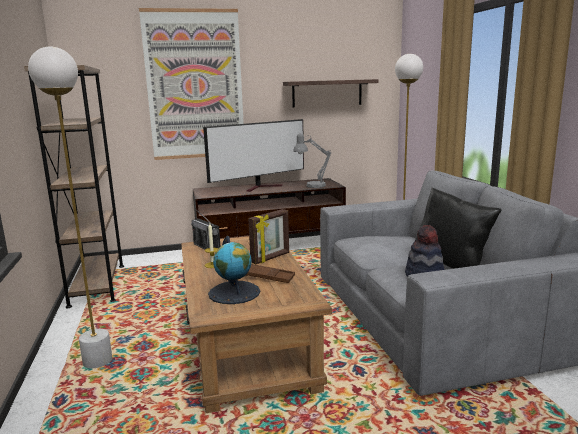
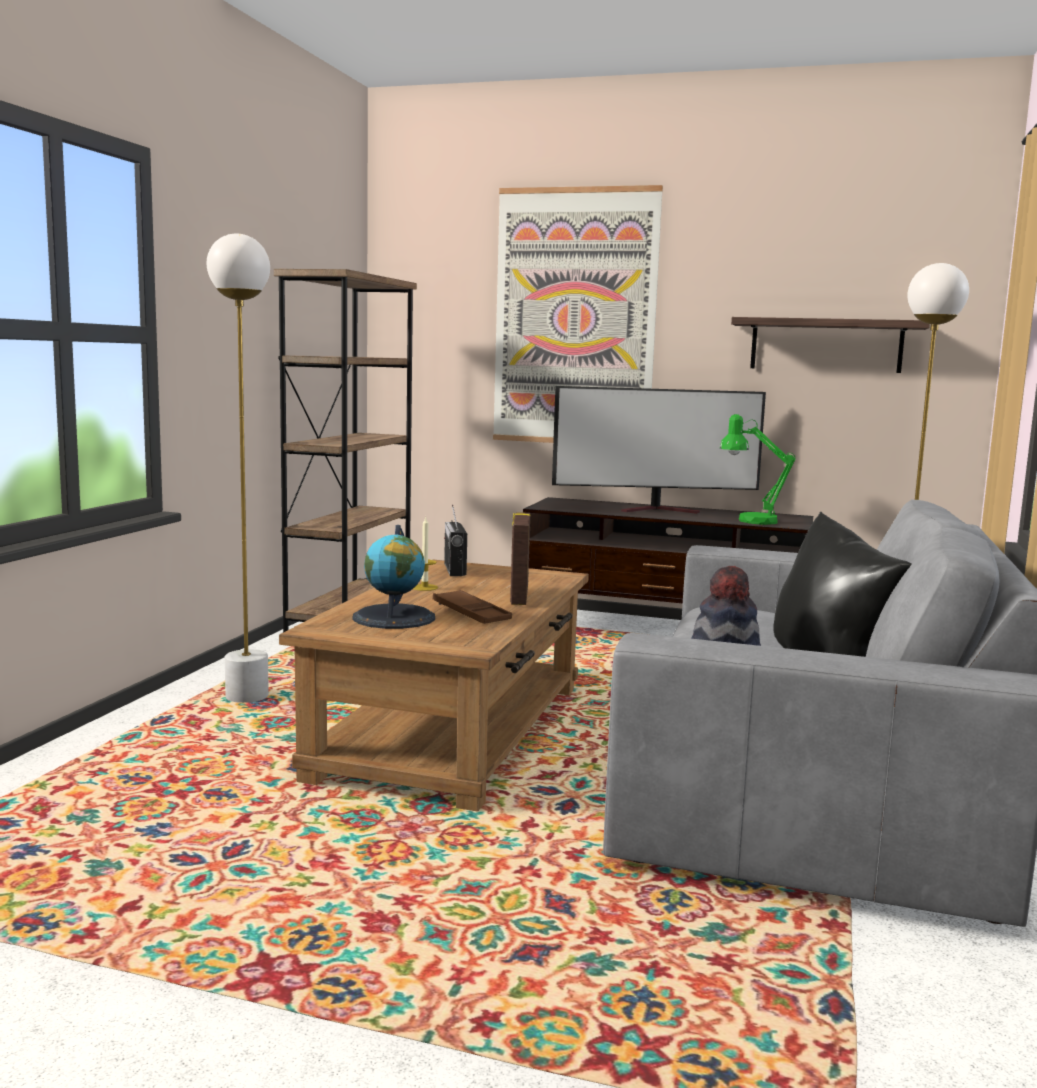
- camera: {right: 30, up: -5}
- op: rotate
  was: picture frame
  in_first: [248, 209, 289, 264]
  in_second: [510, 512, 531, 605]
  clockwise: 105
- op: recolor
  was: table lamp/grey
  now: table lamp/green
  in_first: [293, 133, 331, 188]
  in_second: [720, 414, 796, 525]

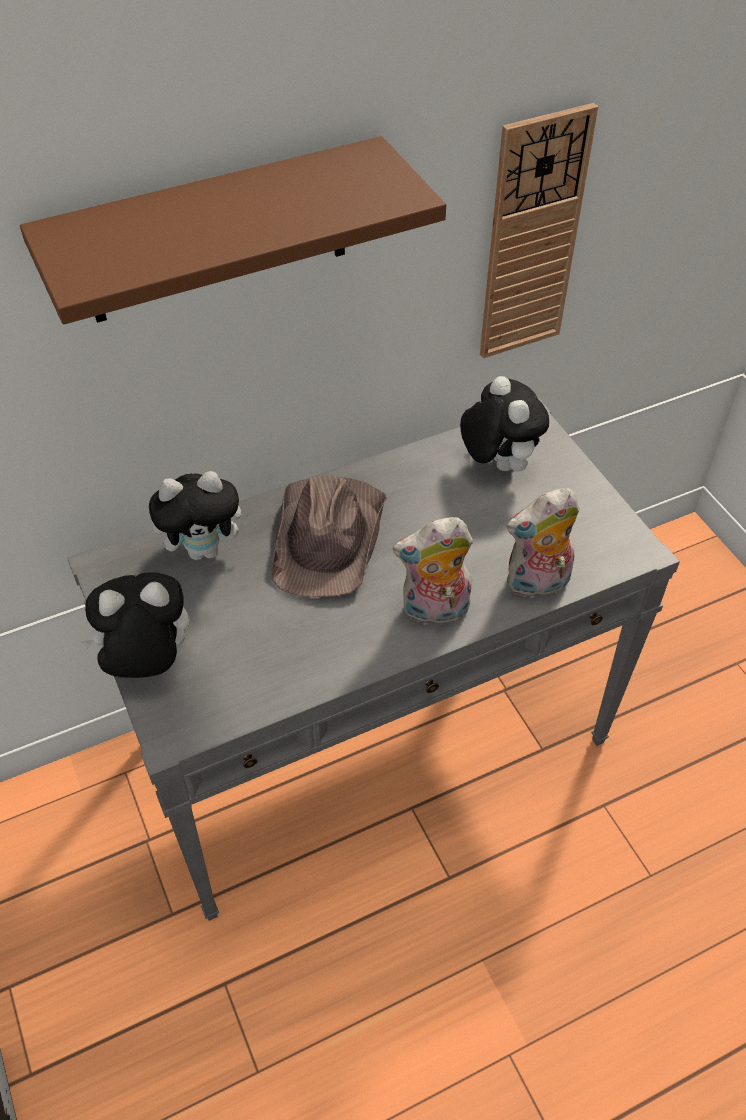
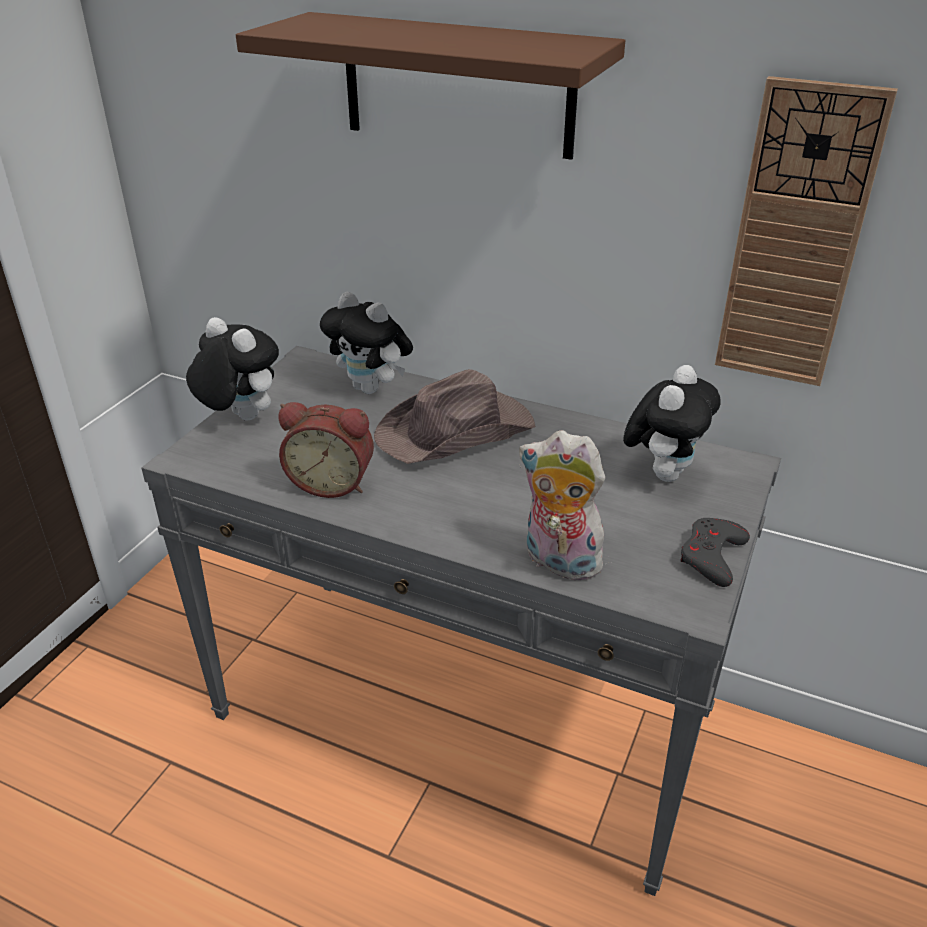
- camera: {right: 50, up: -15}
- op: insert
  now: alarm clock
  in_second: [279, 402, 374, 498]
- op: insert
  now: game controller/grey
  in_second: [680, 518, 750, 587]
- op: delete
  was: plush toy
  in_first: [393, 517, 473, 628]

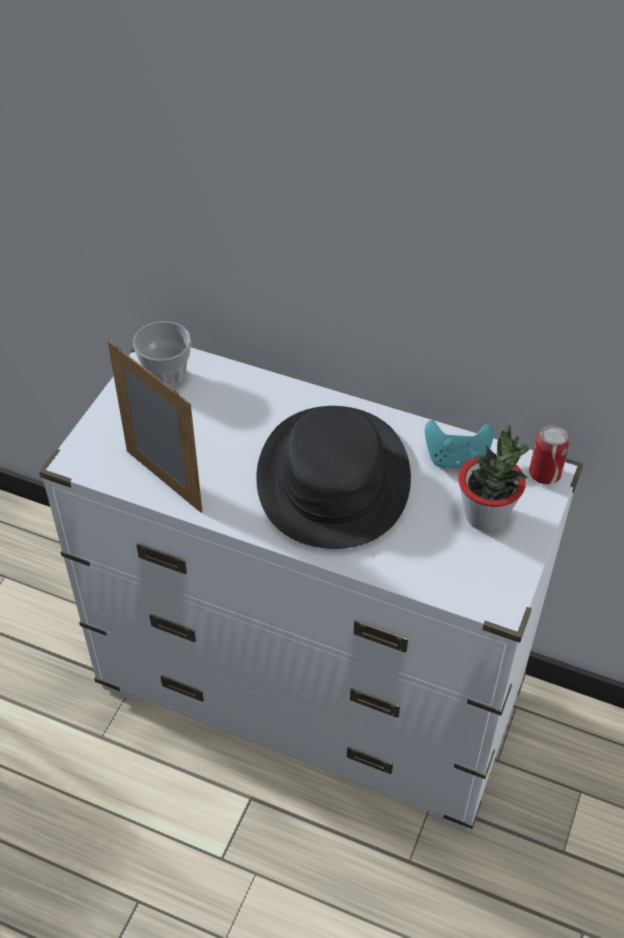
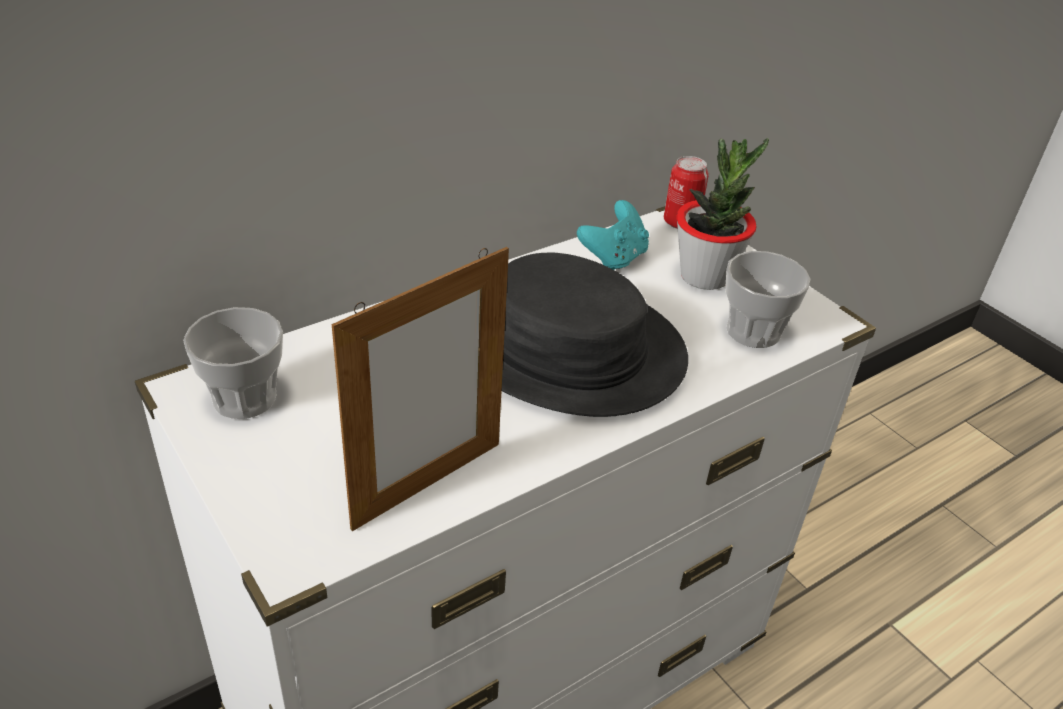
- camera: {right: -60, up: -10}
- op: rotate
  was: picture frame
  in_first: [108, 341, 202, 513]
  in_second: [332, 247, 509, 531]
  clockwise: 150
- op: insert
  now: cup
  in_second: [725, 251, 810, 348]

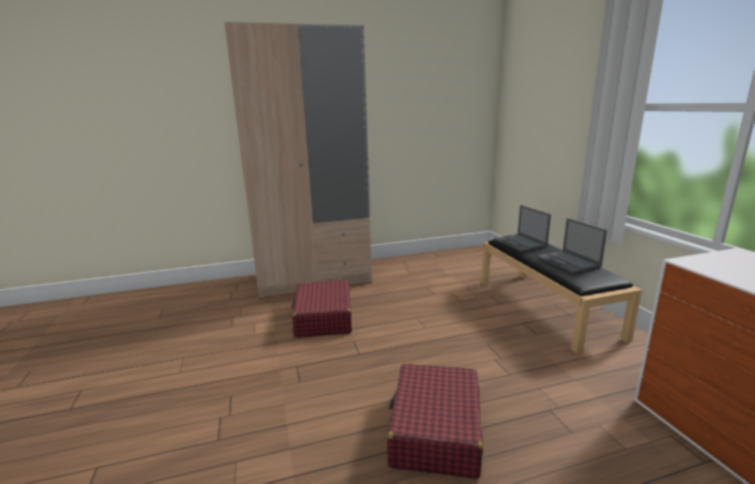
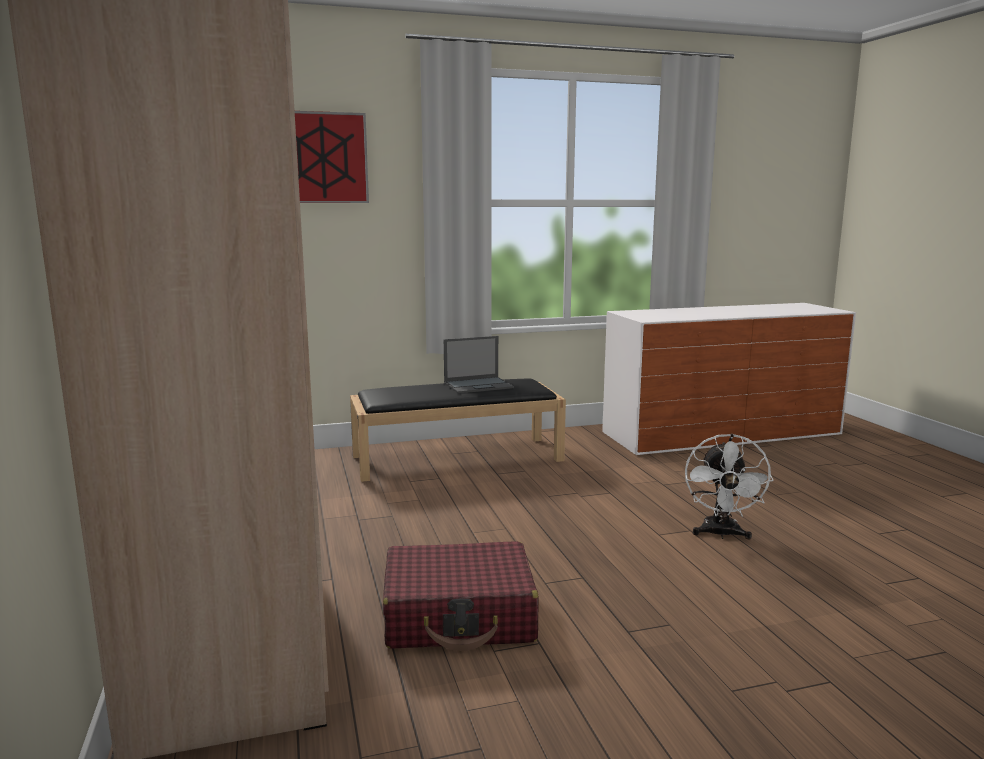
- camera: {right: -90, up: -5}
- op: insert
  now: picture
  in_second: [295, 111, 369, 203]
- op: replace
  was: suitcase/red
  now: fan/white
  in_first: [387, 364, 483, 479]
  in_second: [685, 434, 773, 540]
- op: delete
  was: laptop
  in_first: [494, 205, 551, 252]

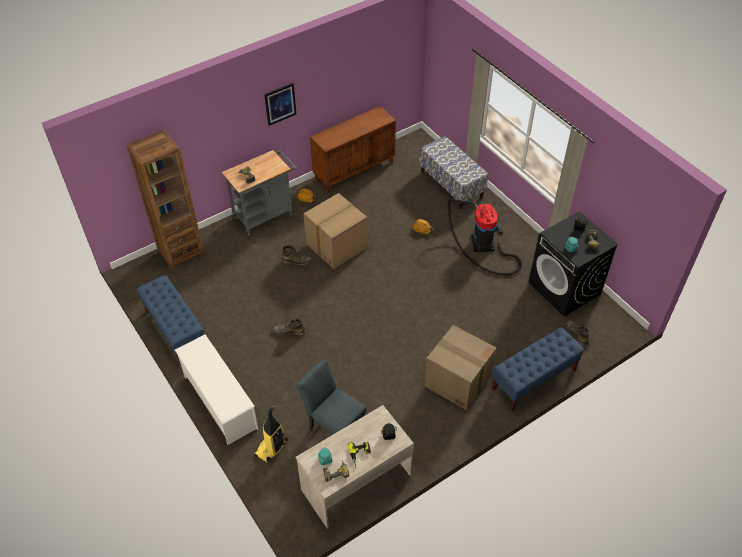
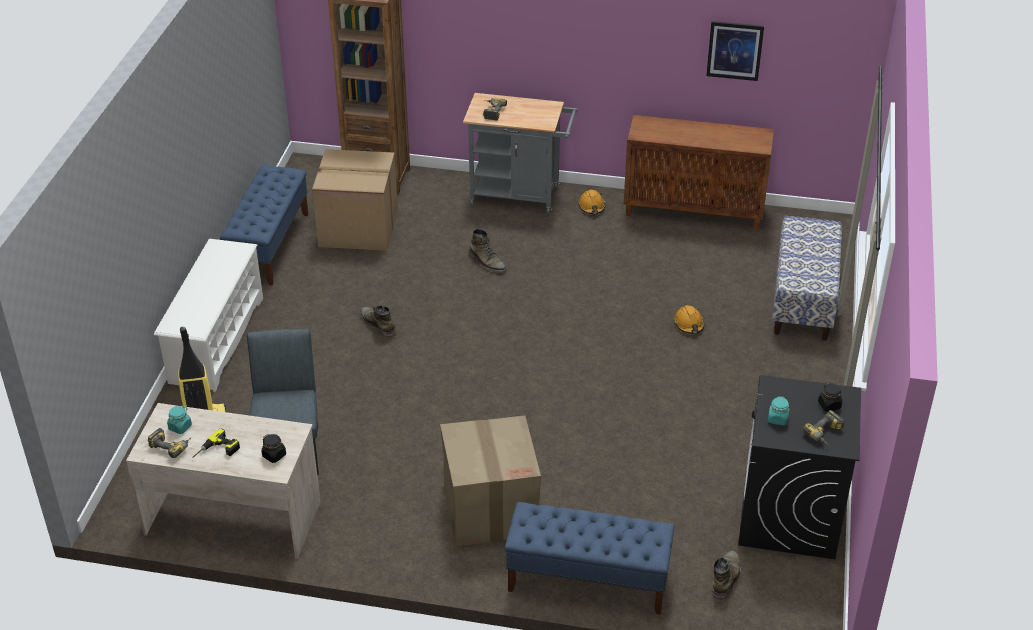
- camera: {right: 45, up: -10}
- op: move
  was: cardboard box
  in_first: [303, 193, 368, 269]
  in_second: [312, 149, 398, 251]
- op: move
  was: picture
  in_first: [264, 83, 296, 126]
  in_second: [706, 21, 764, 81]
- op: delete
  was: vacuum cleaner
  in_first: [448, 198, 522, 276]

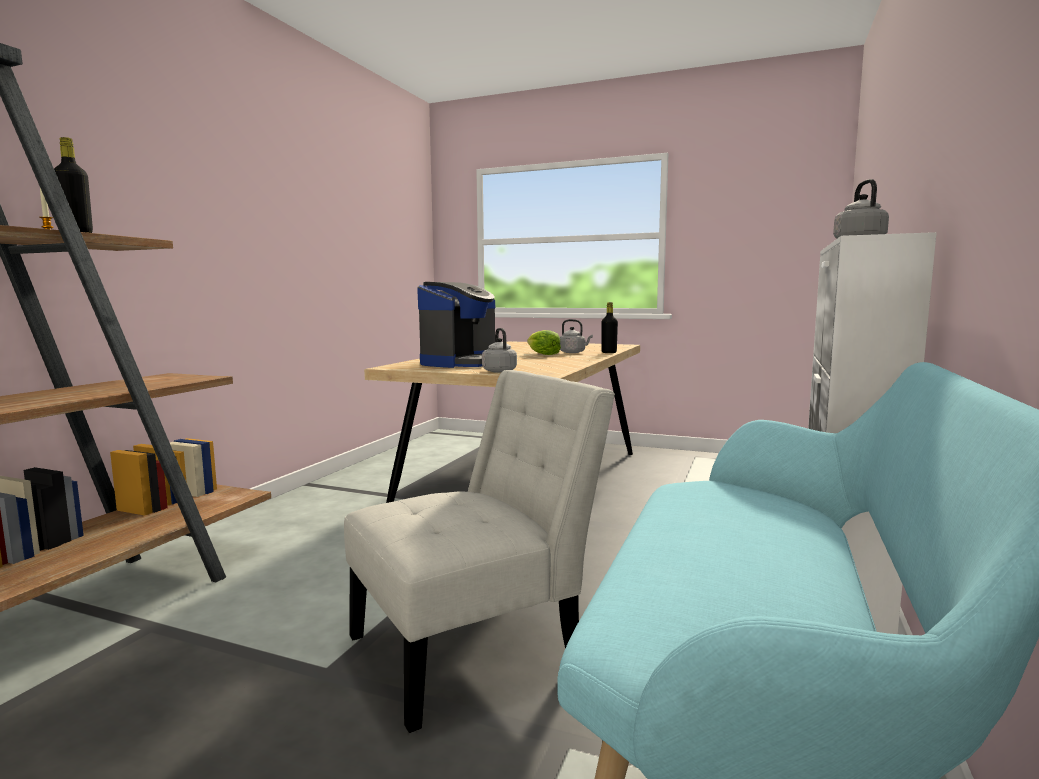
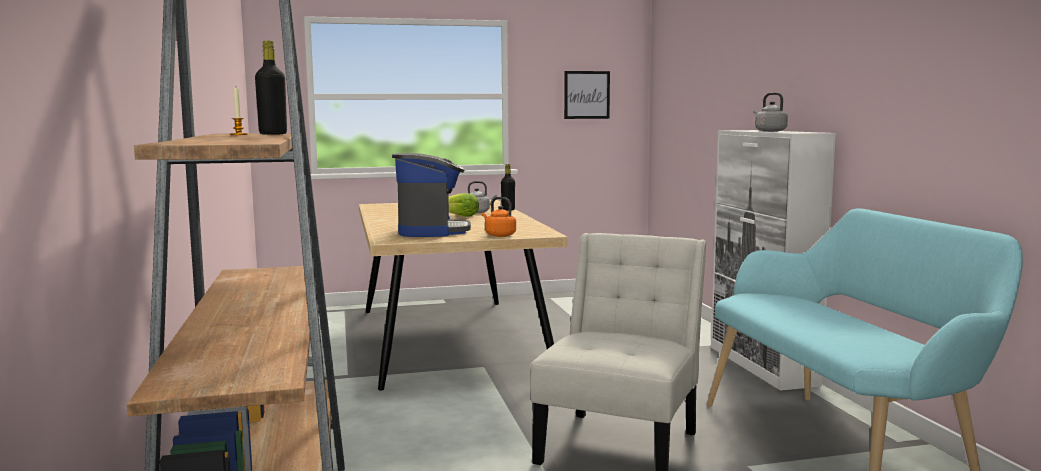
- camera: {right: -35, up: 0}
- op: recolor
  was: kettle/grey
  now: kettle/orange
  in_first: [482, 328, 517, 373]
  in_second: [482, 197, 516, 237]
- op: insert
  now: picture
  in_second: [564, 71, 610, 119]

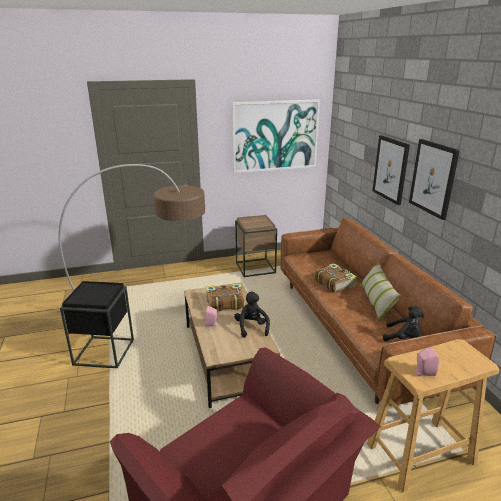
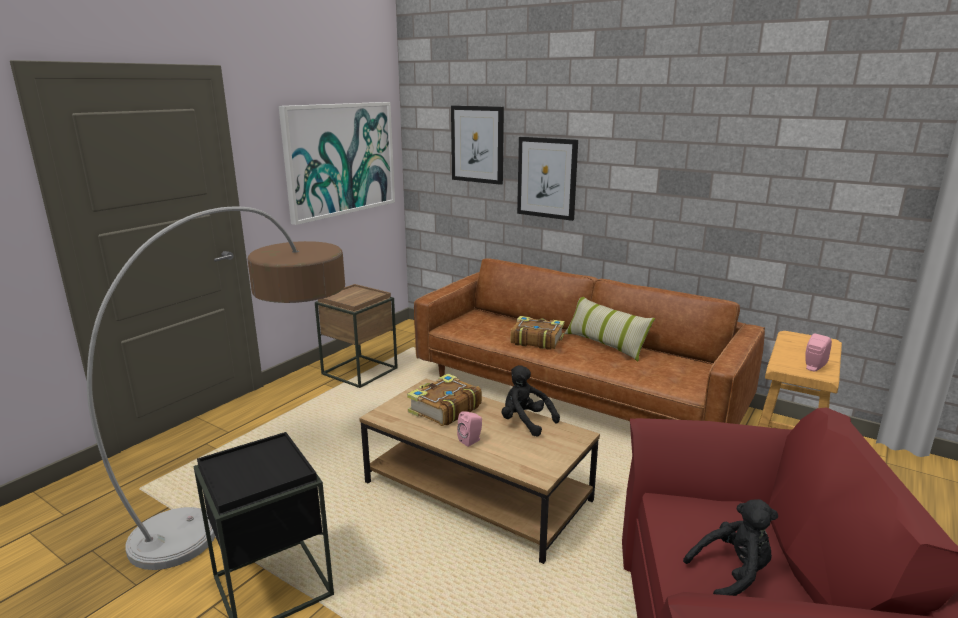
- camera: {right: -40, up: -5}
- op: move
  was: picture
  in_first: [409, 139, 460, 220]
  in_second: [451, 106, 504, 185]
- op: move
  was: plush toy/black
  in_first: [383, 306, 425, 341]
  in_second: [683, 499, 778, 596]

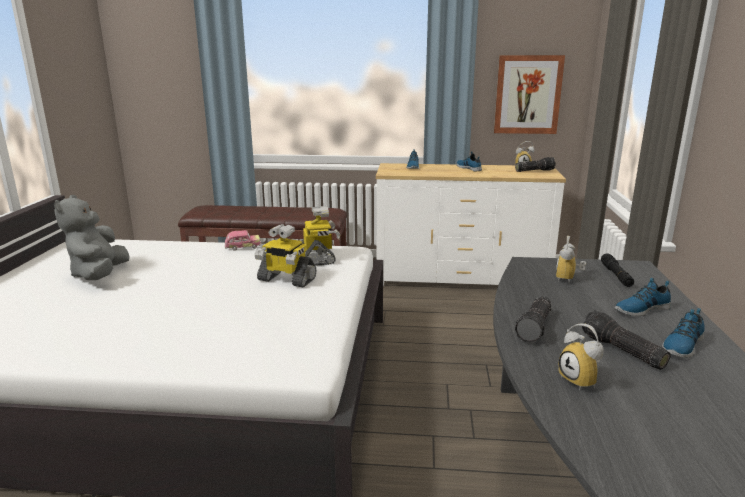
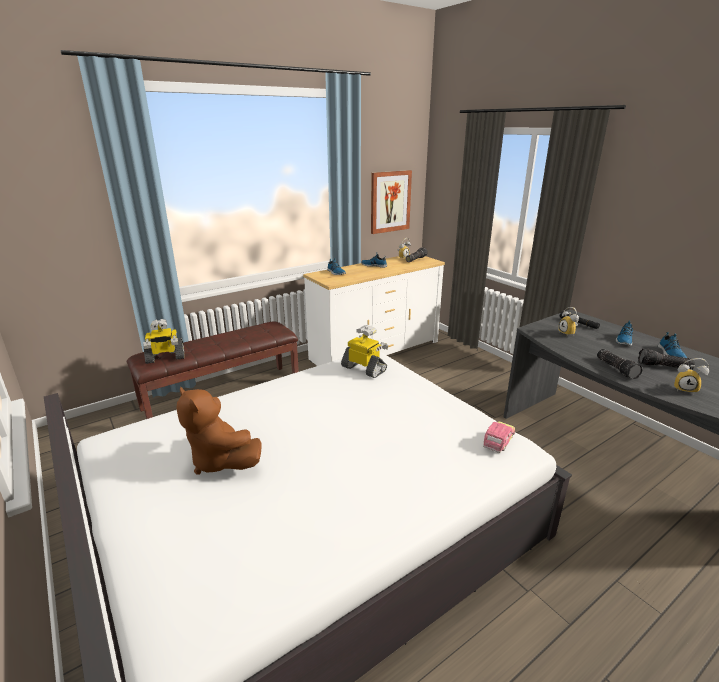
- camera: {right: -40, up: 5}
- op: move
  was: toy robot
  in_first: [254, 224, 317, 287]
  in_second: [143, 319, 185, 364]
- op: recolor
  was: plush toy/grey
  now: plush toy/brown
  in_first: [54, 195, 130, 280]
  in_second: [176, 387, 262, 475]
- op: move
  was: toy car
  in_first: [225, 230, 261, 250]
  in_second: [483, 421, 515, 453]

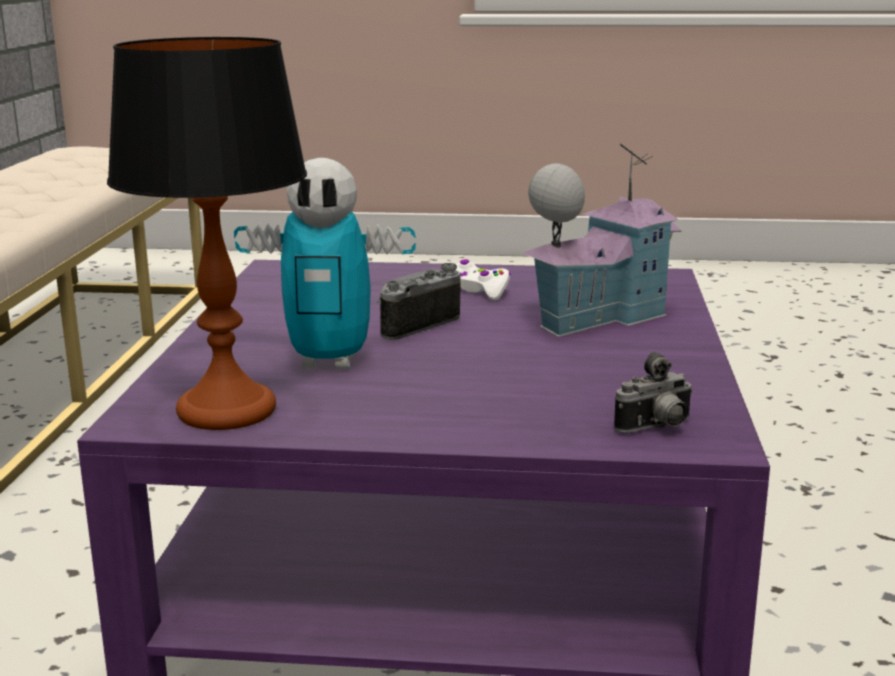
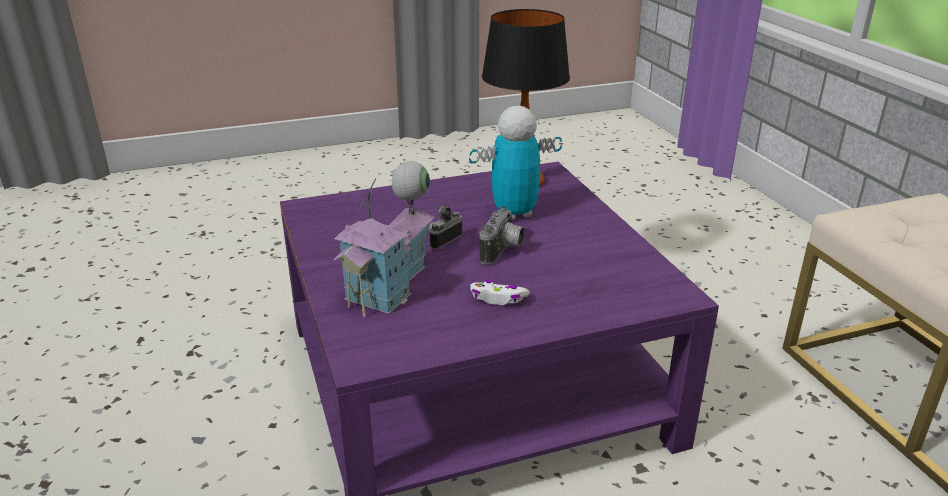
- camera: {right: 155, up: 10}
- op: move
  was: photo camera
  in_first: [614, 352, 693, 433]
  in_second: [428, 206, 462, 249]

